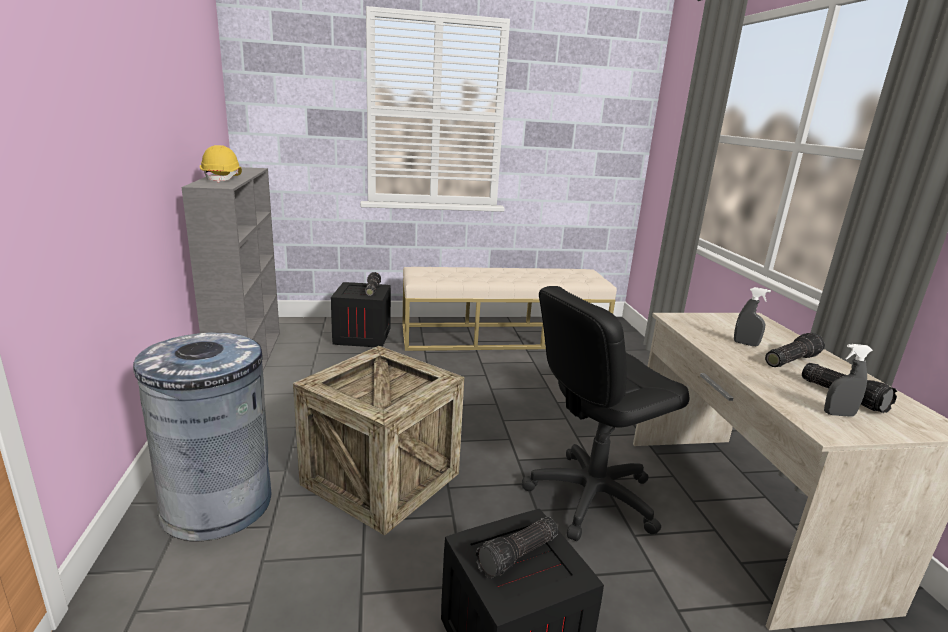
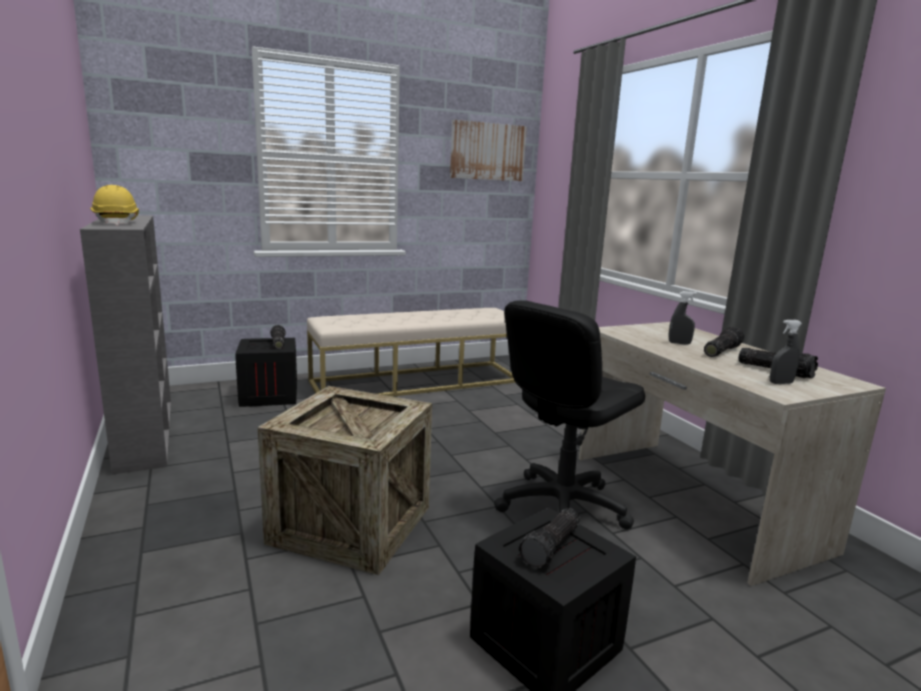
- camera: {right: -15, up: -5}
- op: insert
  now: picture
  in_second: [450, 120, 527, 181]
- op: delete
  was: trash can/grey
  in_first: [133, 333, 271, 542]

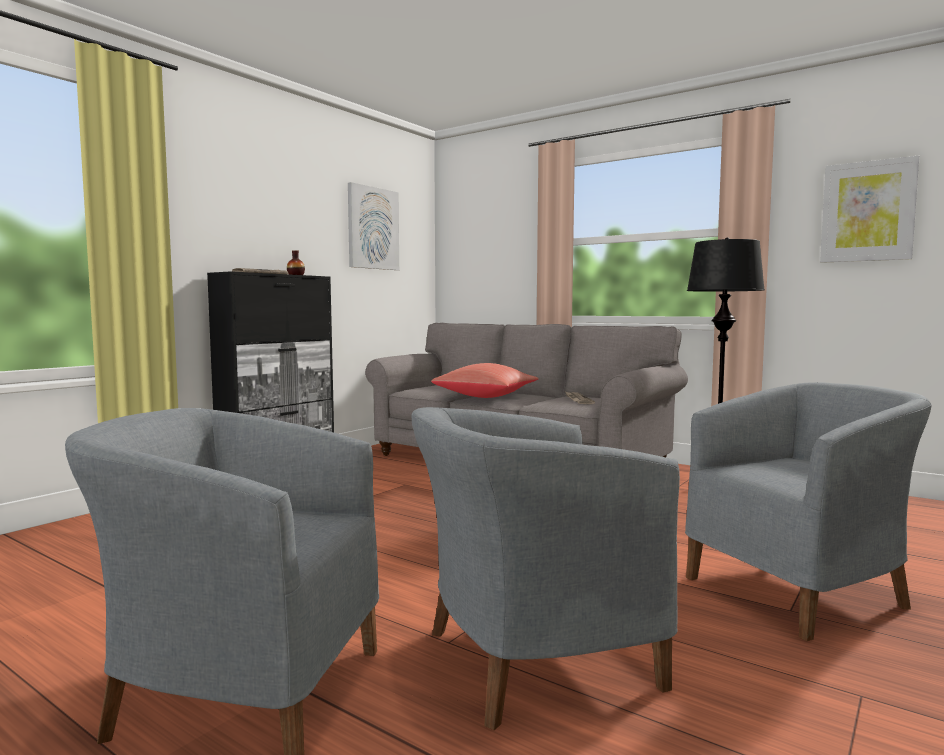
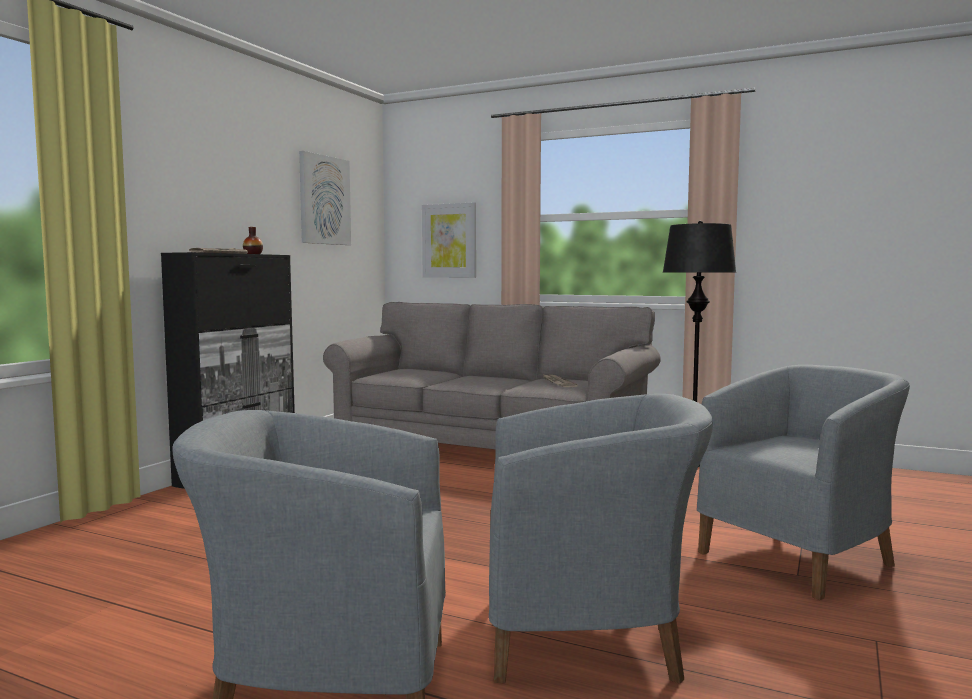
- camera: {right: -10, up: 0}
- op: move
  was: picture
  in_first: [820, 156, 920, 263]
  in_second: [422, 202, 476, 278]
- op: rotate
  was: armchair/grey
  in_first: [412, 407, 680, 730]
  in_second: [489, 394, 713, 684]
  clockwise: -150
- op: delete
  was: pillow/red
  in_first: [431, 363, 539, 398]

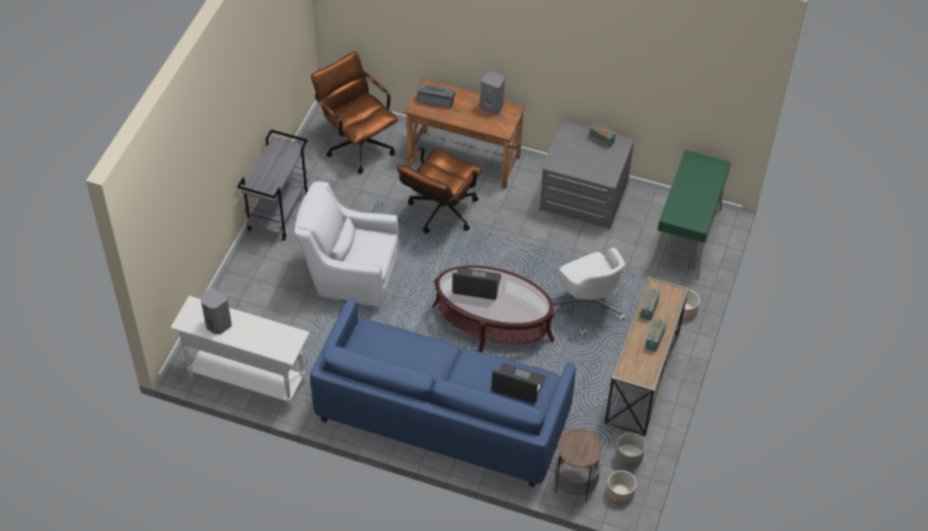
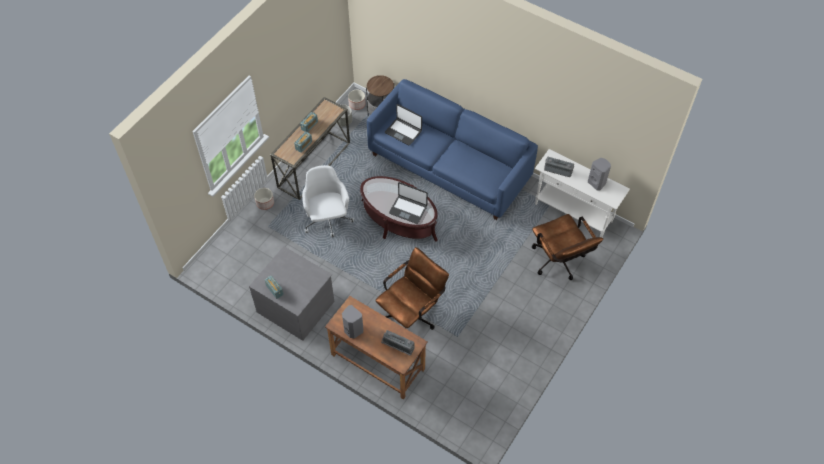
- camera: {right: -165, up: 5}
- op: move
  was: office chair/brown
  in_first: [311, 51, 398, 174]
  in_second: [532, 214, 603, 280]
- op: insert
  now: radio
  in_second: [544, 156, 574, 177]
- op: delete
  was: cart/grey
  in_first: [237, 130, 309, 241]
- op: delete
  was: armchair/white
  in_first: [294, 182, 399, 307]
- op: delete
  was: desk/green
  in_first: [650, 150, 731, 280]

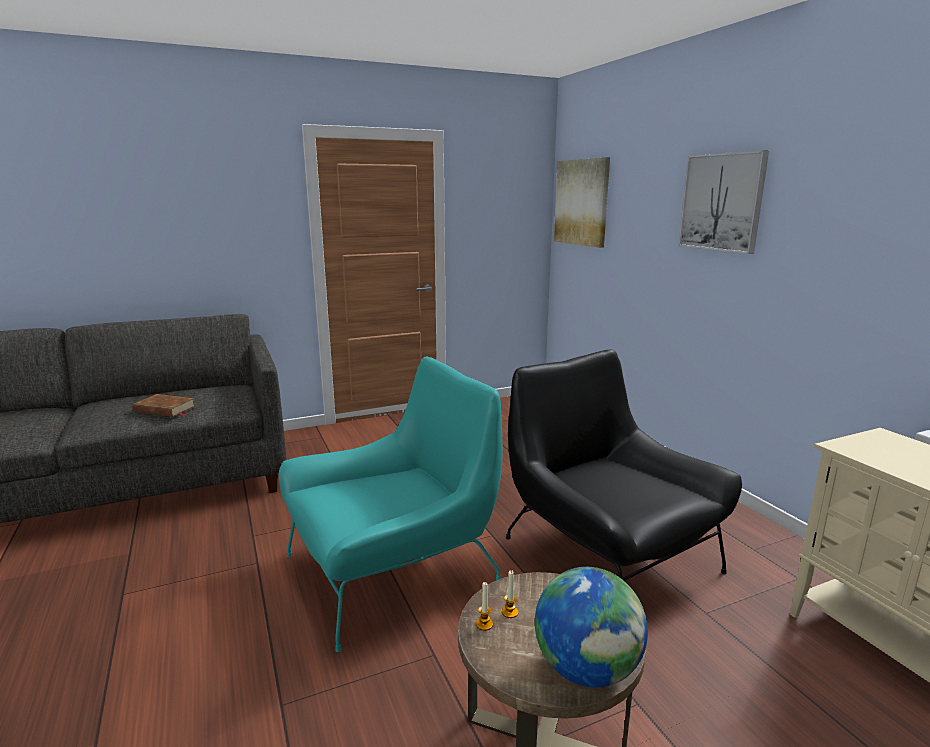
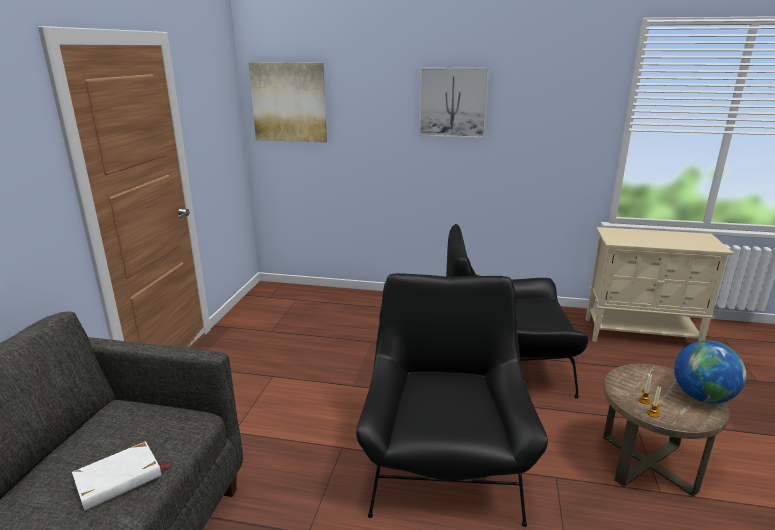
- camera: {right: -55, up: 5}
- op: recolor
  was: book/brown
  now: book/white
  in_first: [132, 394, 195, 417]
  in_second: [72, 441, 171, 511]
- op: recolor
  was: armchair/turquoise
  now: armchair/black
  in_first: [279, 356, 503, 652]
  in_second: [356, 273, 548, 527]

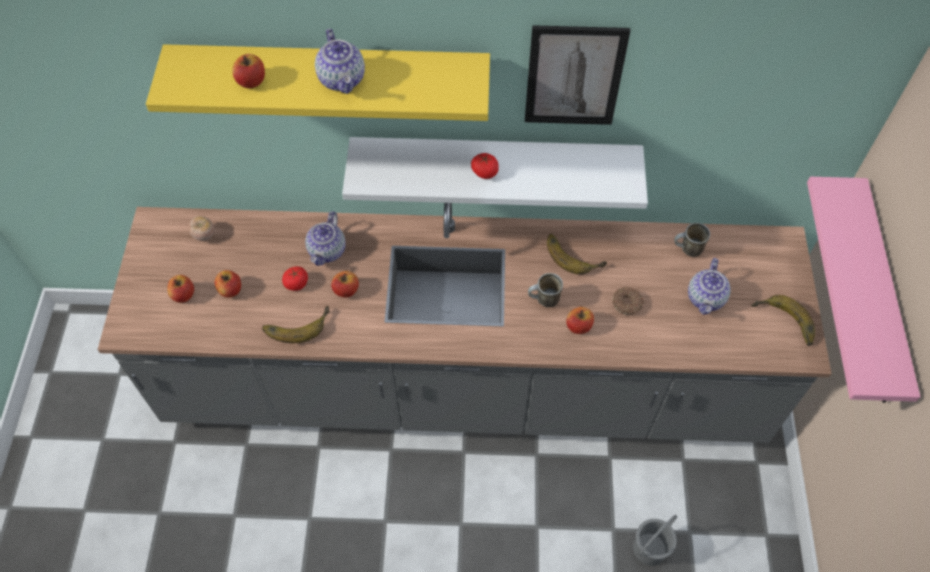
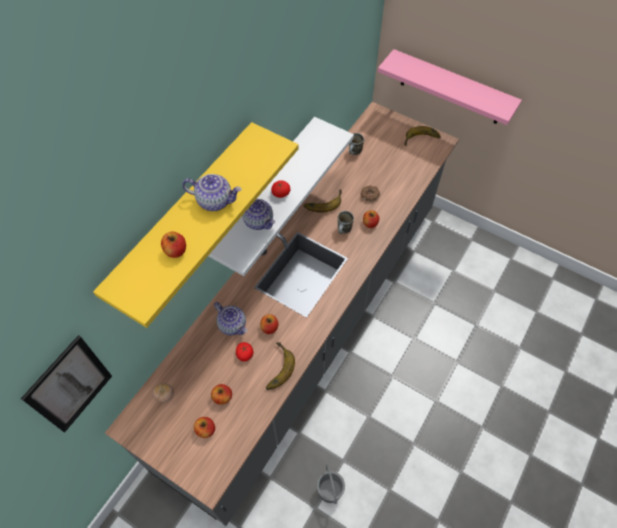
- camera: {right: -60, up: 0}
- op: move
  was: picture
  in_first: [525, 25, 630, 125]
  in_second: [21, 335, 112, 433]
- op: move
  was: teapot
  in_first: [688, 258, 731, 315]
  in_second: [242, 199, 275, 230]
- op: move
  was: bucket/grey
  in_first: [633, 515, 677, 566]
  in_second: [317, 465, 345, 504]

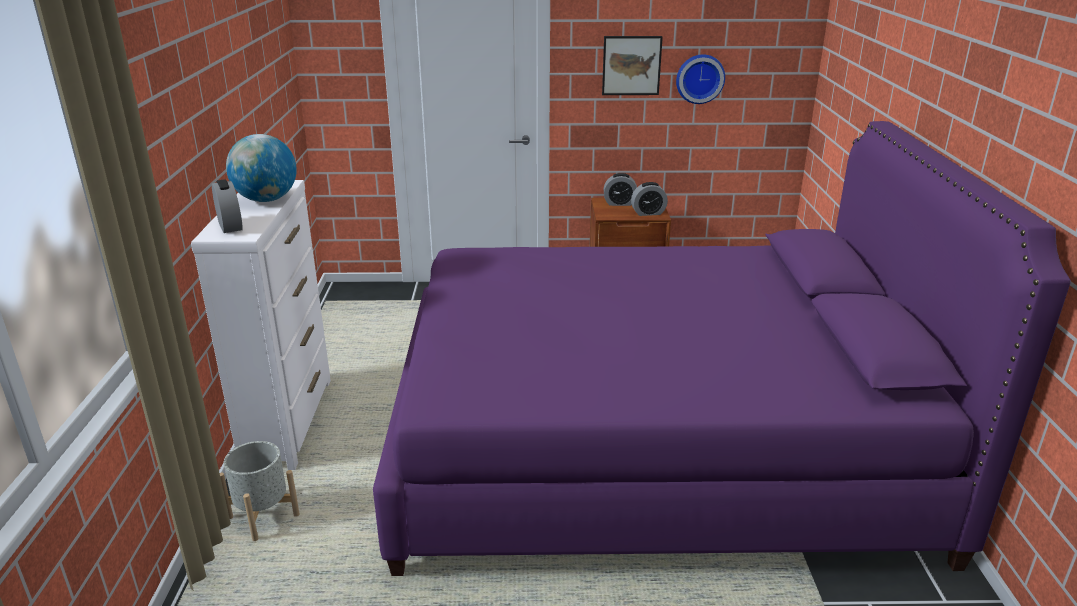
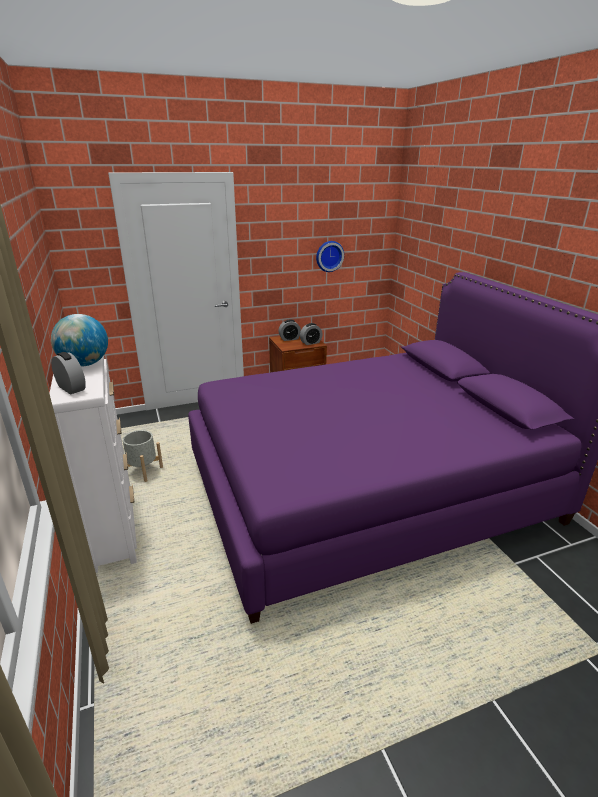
- camera: {right: -20, up: 0}
- op: move
  was: planter/grey
  in_first: [220, 441, 300, 541]
  in_second: [123, 430, 163, 482]
- op: delete
  was: picture
  in_first: [602, 36, 663, 95]

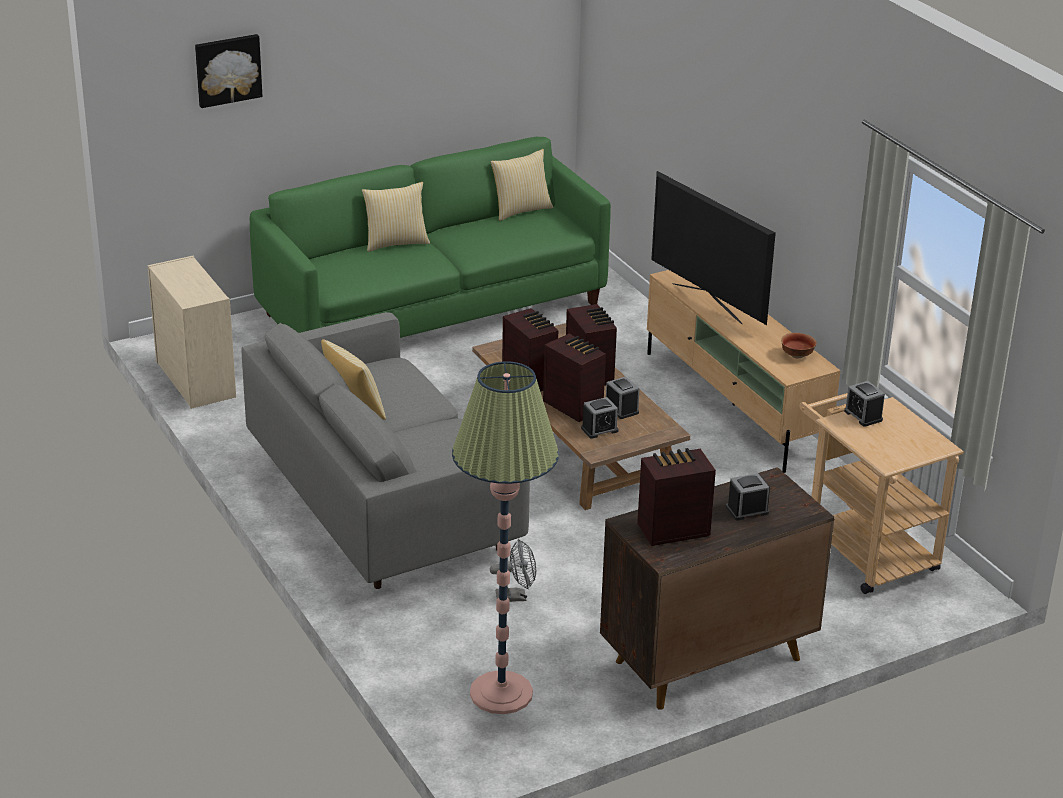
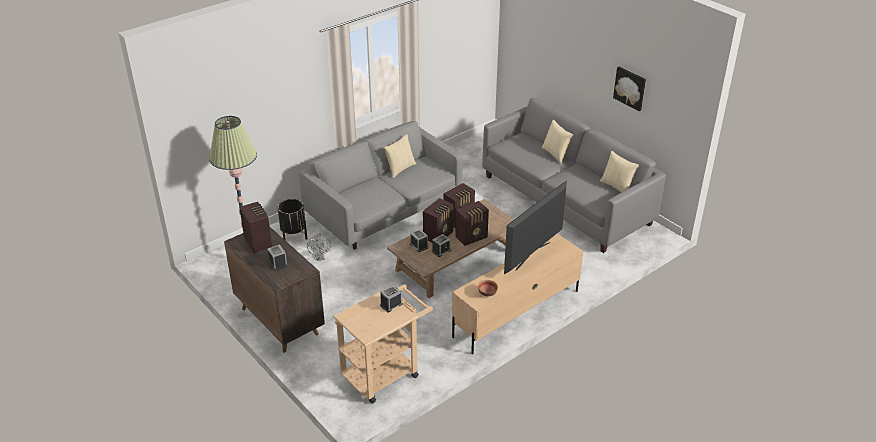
- camera: {right: 80, up: 5}
- op: insert
  now: planter/black
  in_second: [277, 199, 307, 241]
- op: recolor
  was: sofa/green
  now: sofa/grey
  in_first: [250, 137, 611, 338]
  in_second: [482, 98, 666, 253]
- op: move
  was: picture
  in_first: [195, 34, 262, 108]
  in_second: [613, 67, 646, 111]
- op: delete
  was: dresser/beige
  in_first: [148, 256, 236, 409]

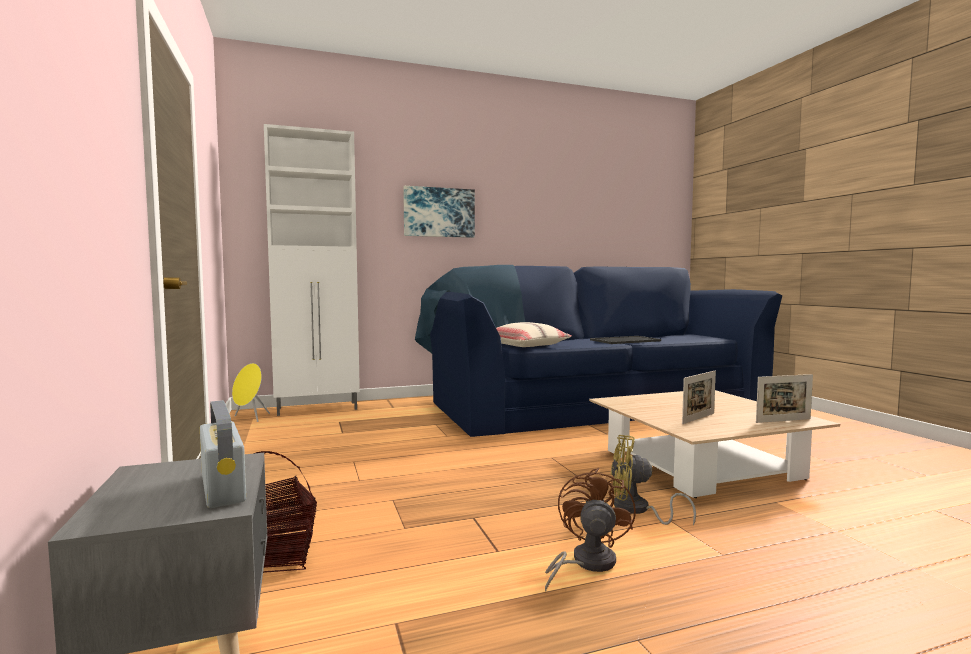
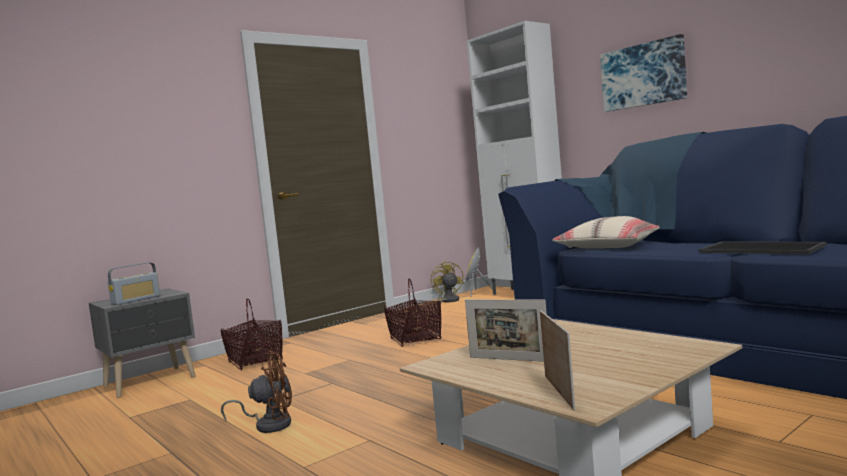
- camera: {right: 70, up: 0}
- op: insert
  now: basket
  in_second: [384, 279, 442, 347]
- op: move
  was: fan/yellow
  in_first: [611, 435, 696, 525]
  in_second: [431, 261, 464, 306]
- op: rotate
  was: picture frame
  in_first: [756, 374, 813, 423]
  in_second: [540, 310, 575, 410]
  clockwise: -150

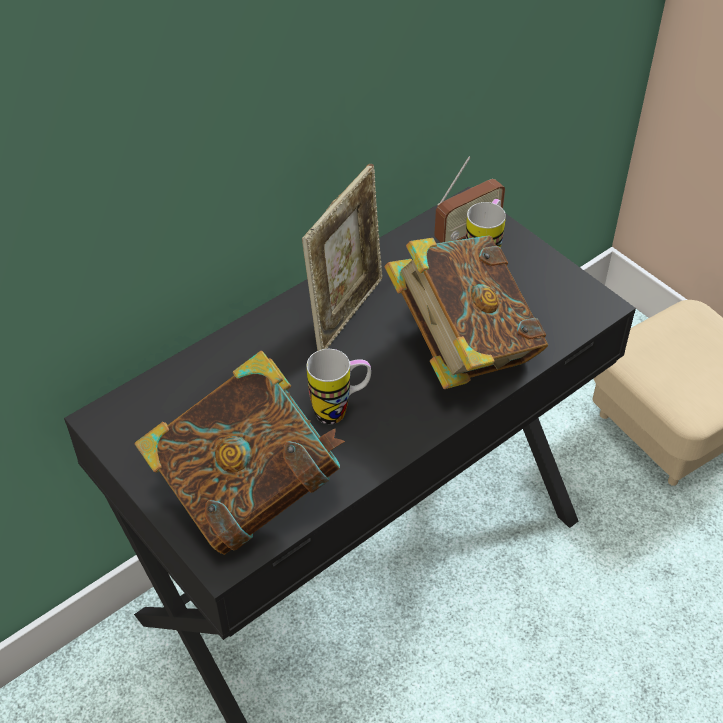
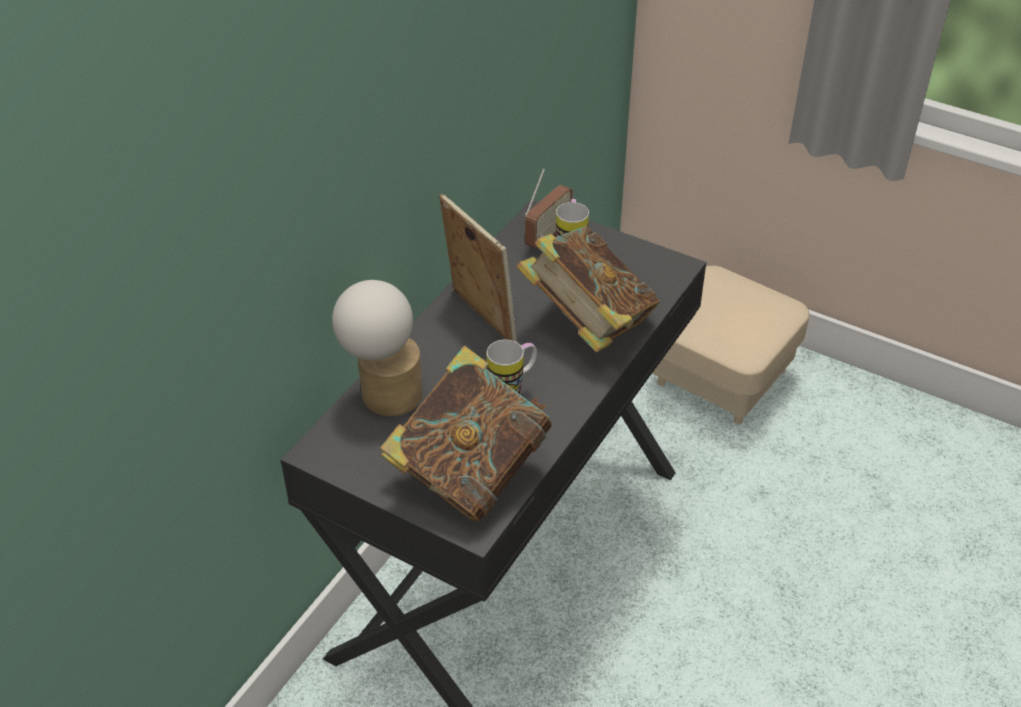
- camera: {right: -20, up: -5}
- op: insert
  now: table lamp
  in_second: [332, 280, 423, 416]
- op: rotate
  was: picture frame
  in_first: [302, 164, 383, 351]
  in_second: [439, 194, 517, 342]
  clockwise: -45

